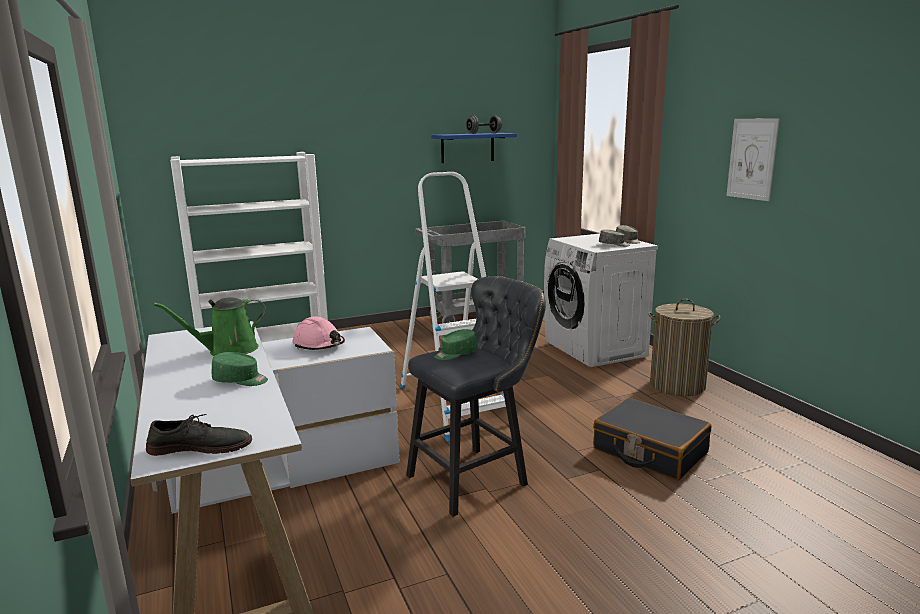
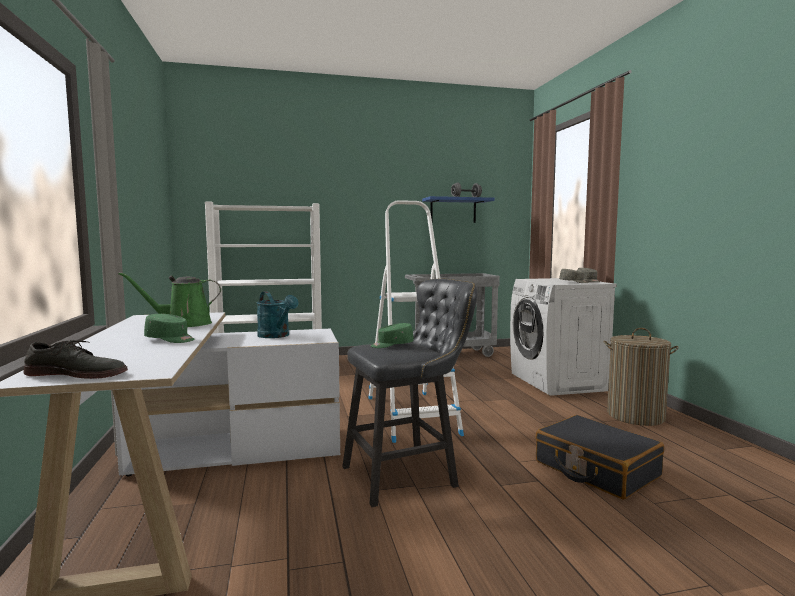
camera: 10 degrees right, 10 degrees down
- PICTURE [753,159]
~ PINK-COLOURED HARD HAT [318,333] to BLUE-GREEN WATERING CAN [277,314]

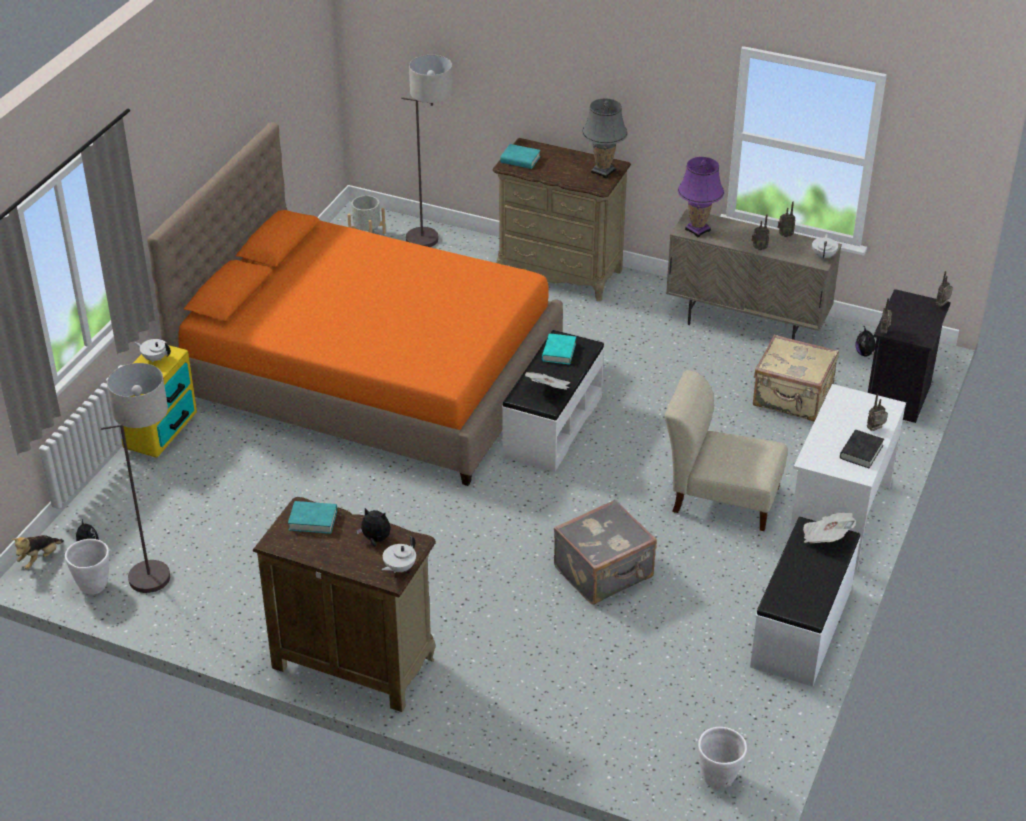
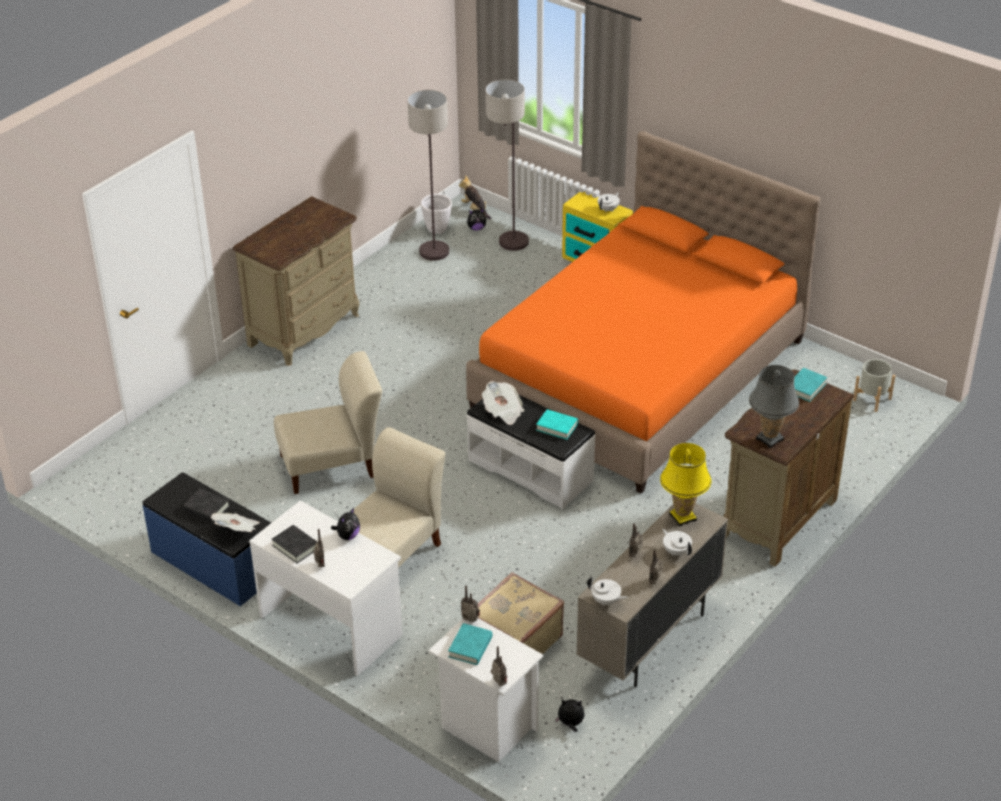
camera: 105 degrees right, 0 degrees up
- WHITE PLANTER [722,758]
+ BLACKISH VOLUME [206,505]
~ BLUE-GREEN VOLUME [312,517] to [470,644]
~ CUDDLY TOY [373,527] to [345,524]
~ WHITE TEA POT [399,555] to [677,542]
~ GREY STANDARD LAMP [427,151] to [507,165]
~ GREY SUITCASE [605,552] to BEIGE UPRIGHT CHAIR [328,422]
~ PURPLE-COLOURED TABLE LAMP [701,197] to YELLOWISH TABLE LAMP [686,485]
~ WHITE INDOOR BENCH [805,602] to BLUISH INDOOR BENCH [206,539]
~ BLACKISH NIGHTSTAND [909,356] to WHITE NIGHTSTAND [486,690]

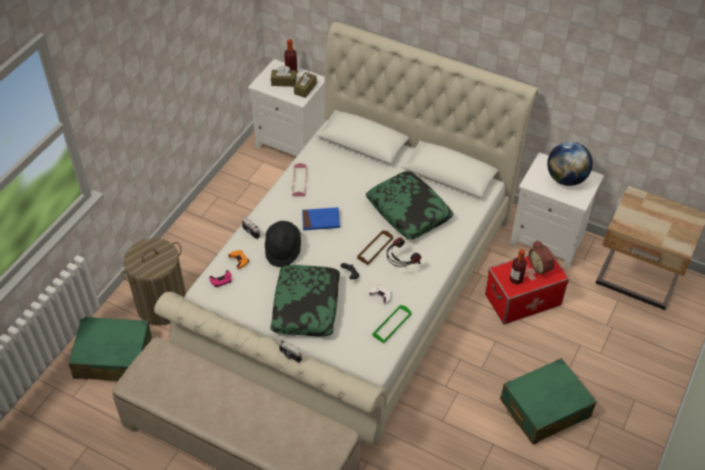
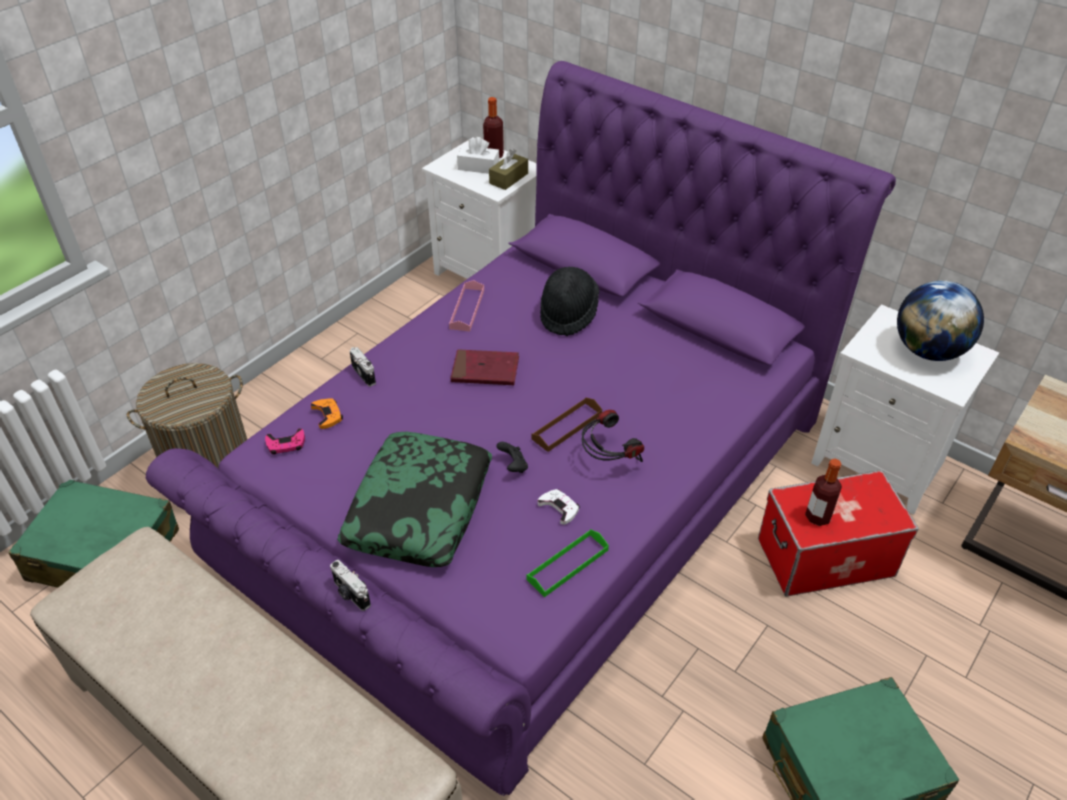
camera: 10 degrees right, 5 degrees down
- THROW PILLOW [409,205]
- TABLE CLOCK [541,258]
~ BLACKISH CLOTHING HAT [283,244] to [569,301]
~ BEIGE BEDROOM BED [346,234] to PURPLE-COLOURED BEDROOM BED [521,428]
~ BROWN TISSUE BOX [284,76] to WHITE TISSUE BOX [478,155]
~ BLUISH VOLUME [321,218] to RED-COLOURED VOLUME [484,367]

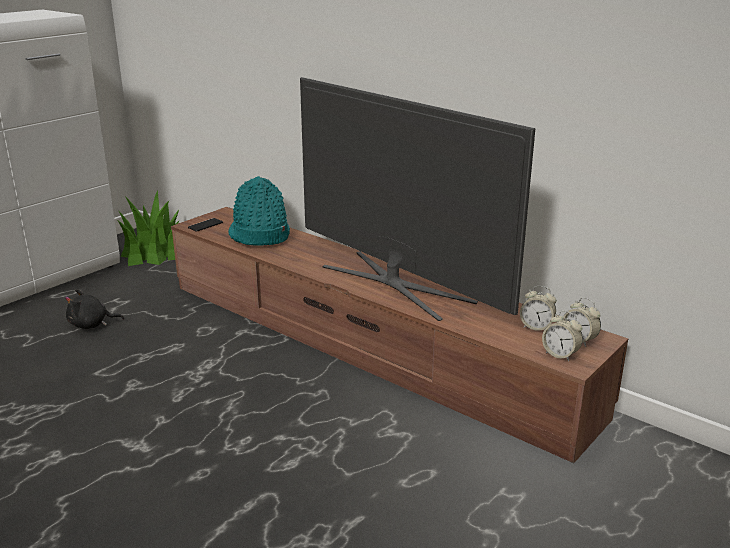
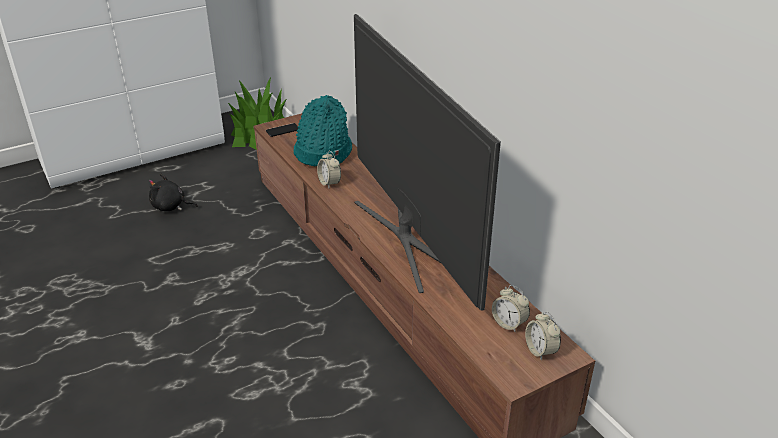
camera: 20 degrees right, 10 degrees up
~ TABLE CLOCK [562,336] to [329,169]

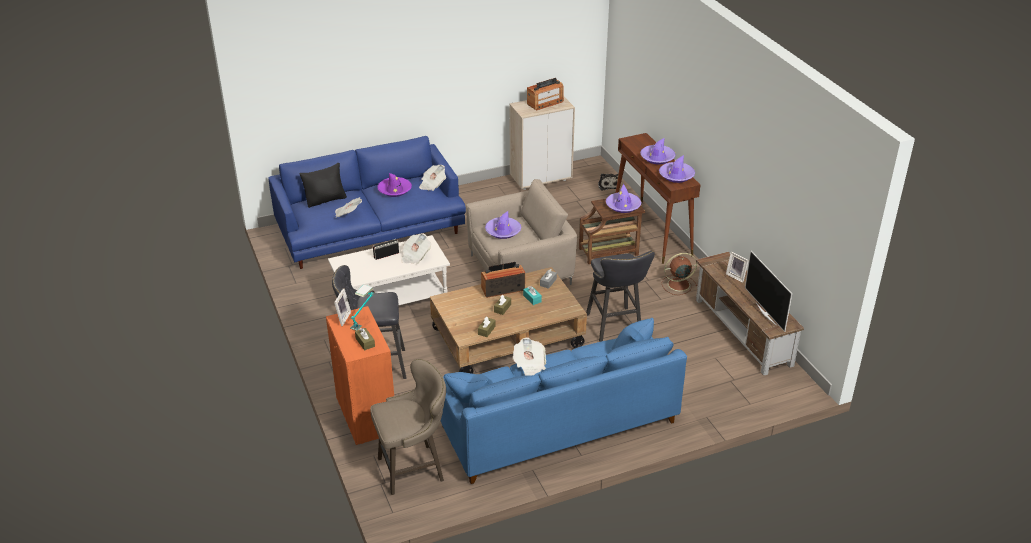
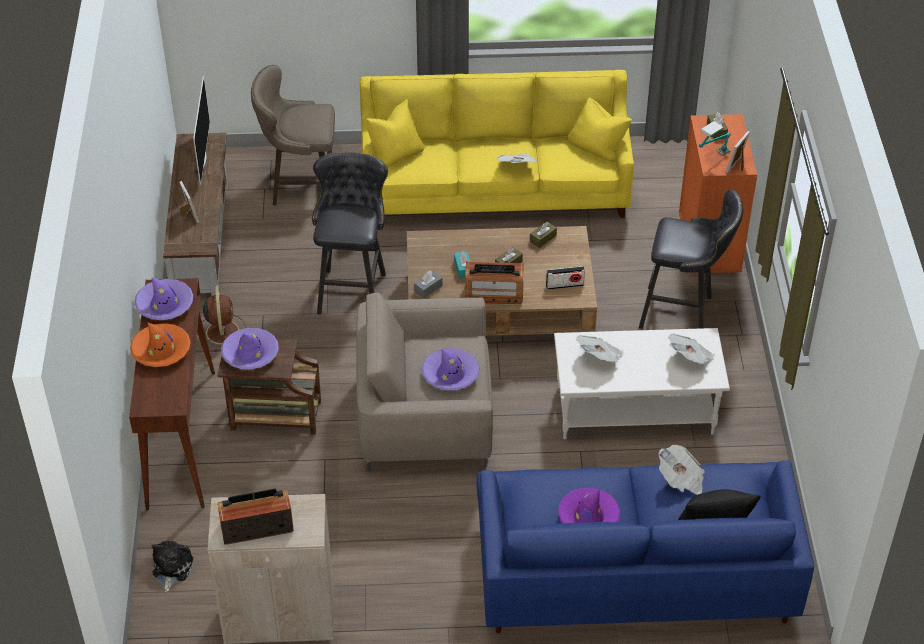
camera: 160 degrees left, 10 degrees up
~ BEIGE STOOL [408,427] to [293,135]
~ RADIO [386,249] to [565,278]
~ NEWSPAPER [432,178] to [691,349]
~ BLUISH SETTEE [564,401] to YELLOWISH SETTEE [497,144]
~ PURPLE-COLOURED CLOTHING HAT [658,151] to ORANGE CLOTHING HAT [160,345]
~ BROWN ELECTRIC FAN [680,274] = [224,319] 105 degrees counterclockwise

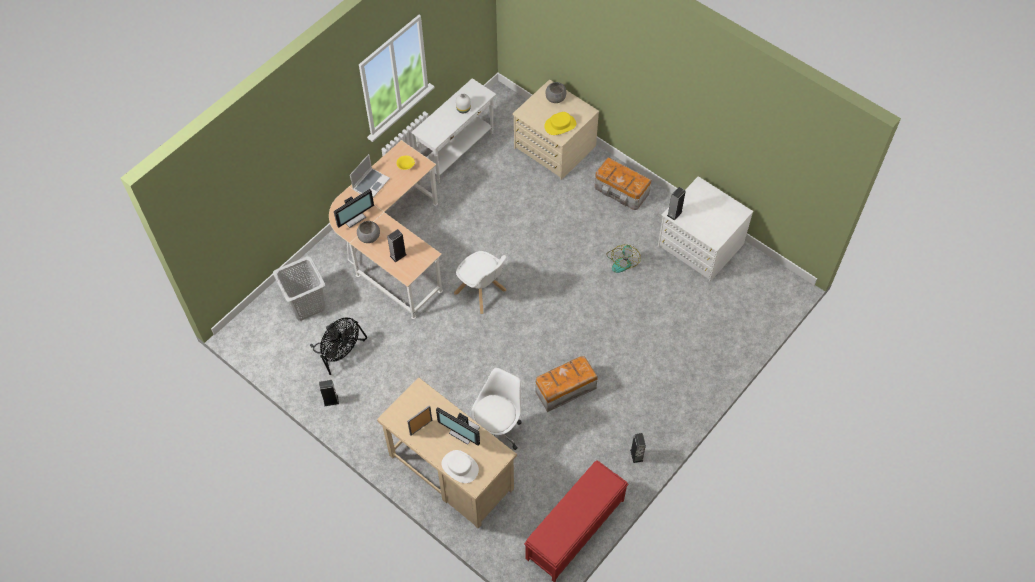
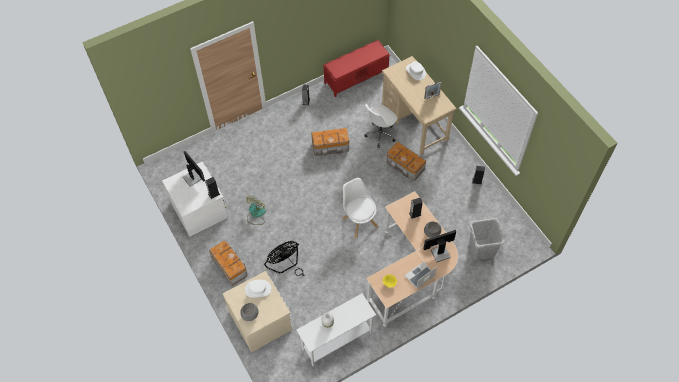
camera: 160 degrees left, 0 degrees up
+ STORAGE BOX [406,161]
~ BLACKISH ELECTRIC FAN [338,346] to [284,259]
~ MONITOR [458,426] to [194,169]
~ YELLOWISH CLOTHING HAT [560,123] to WHITE CLOTHING HAT [258,289]

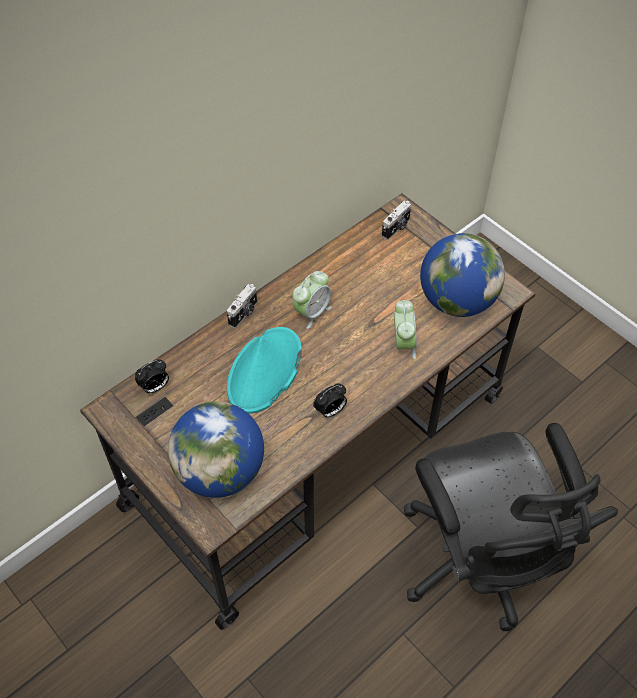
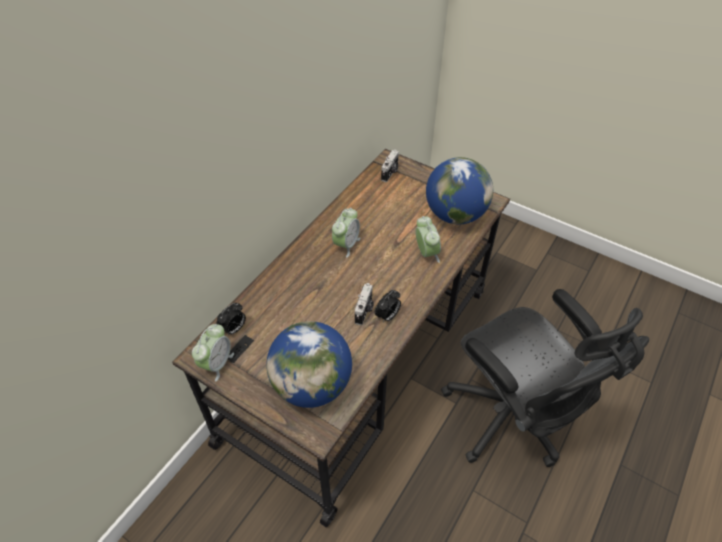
camera: 15 degrees left, 5 degrees down
- BLUE-GREEN CLOTHING HAT [264,370]
+ TABLE CLOCK [213,353]
~ PHOTO CAMERA [242,306] to [364,304]

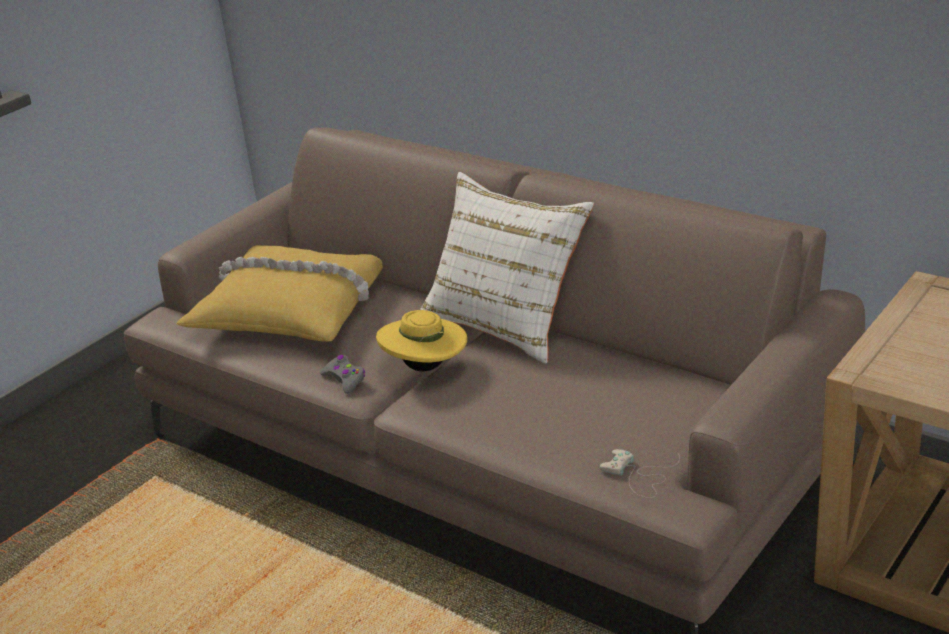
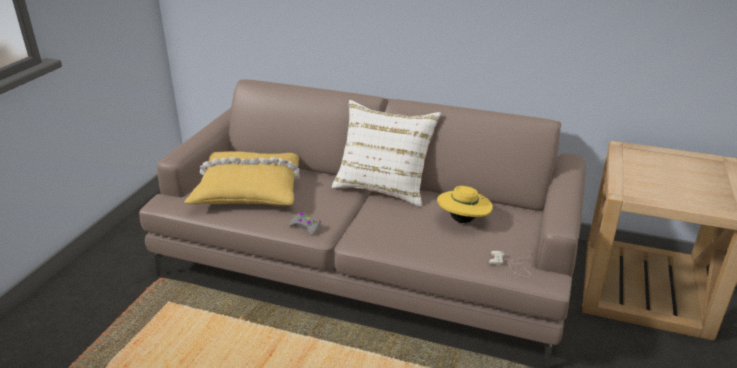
camera: 20 degrees left, 0 degrees up
~ YELLOWISH CLOTHING HAT [422,341] to [465,204]

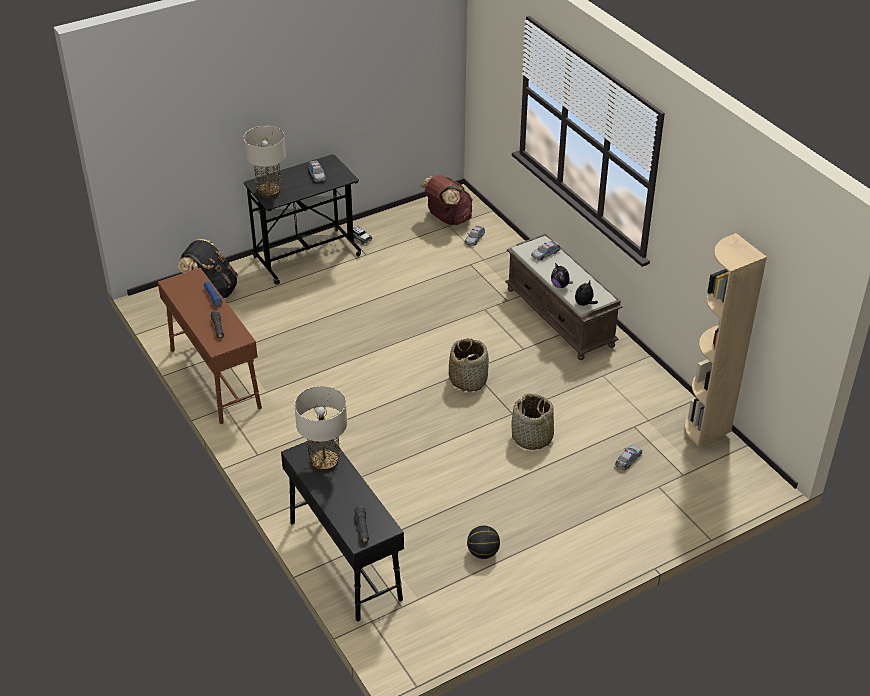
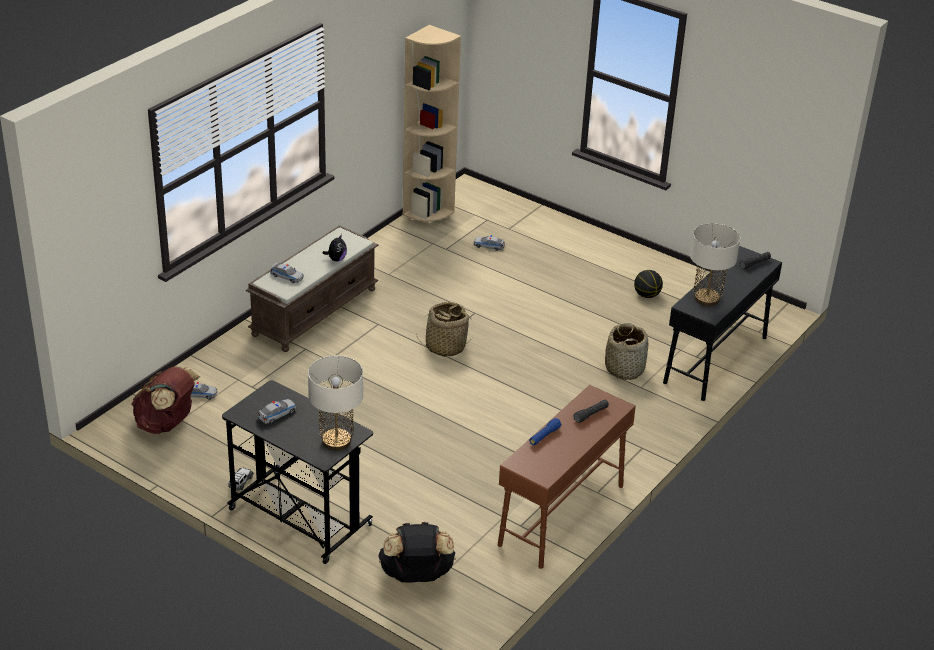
camera: 115 degrees left, 5 degrees down
- CUDDLY TOY [586,293]
~ STORAGE BASKET [533,421] to [626,351]

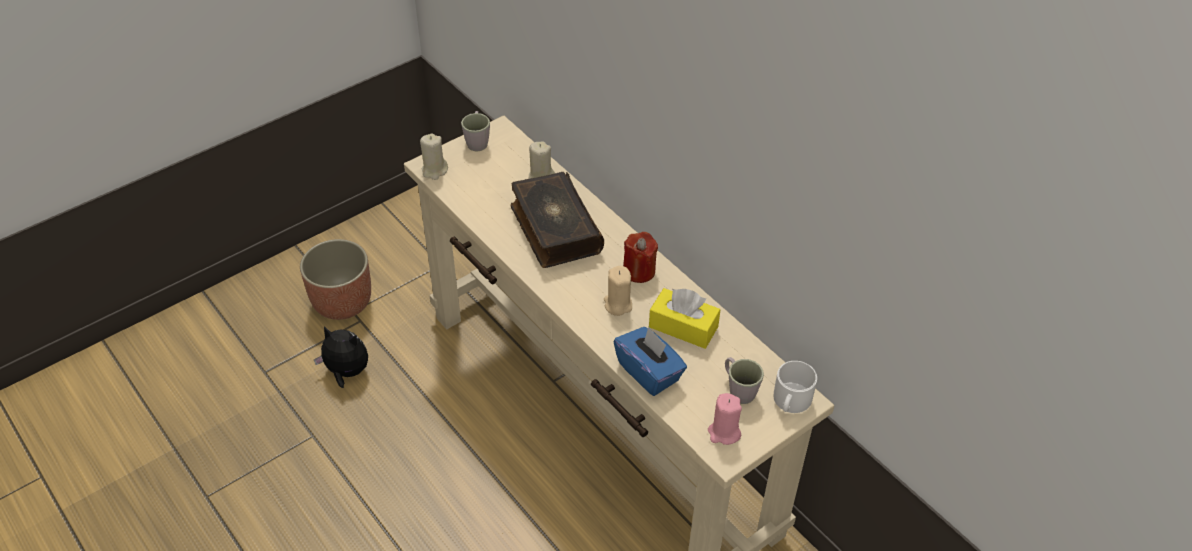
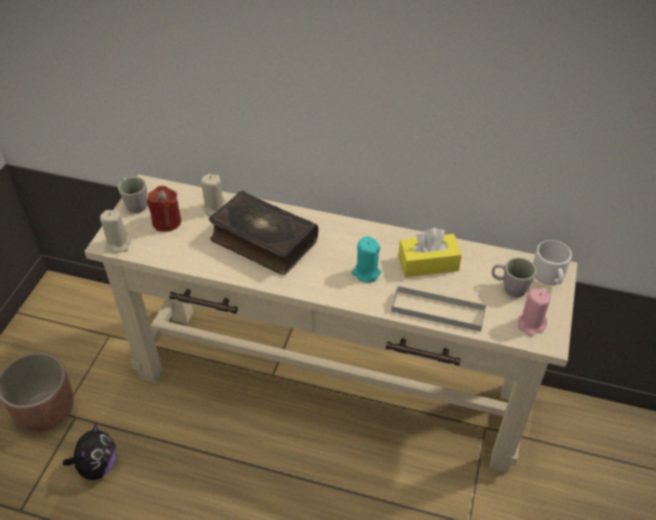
camera: 35 degrees left, 0 degrees up
~ RED-COLOURED WAX CANDLE [640,257] to [164,209]
~ BLUISH TISSUE BOX [650,361] to GREY CARRYING TRAY [439,308]
~ BEIGE WAX CANDLE [618,291] to BLUE-GREEN WAX CANDLE [366,259]
~ CUDDLY TOY [341,357] = [89,451] 120 degrees clockwise

